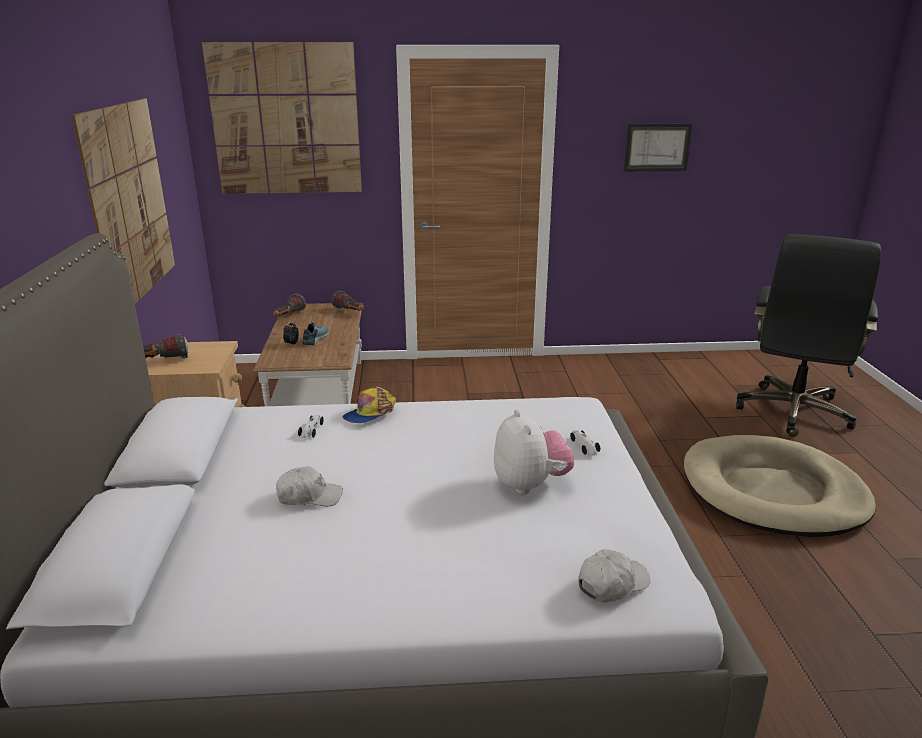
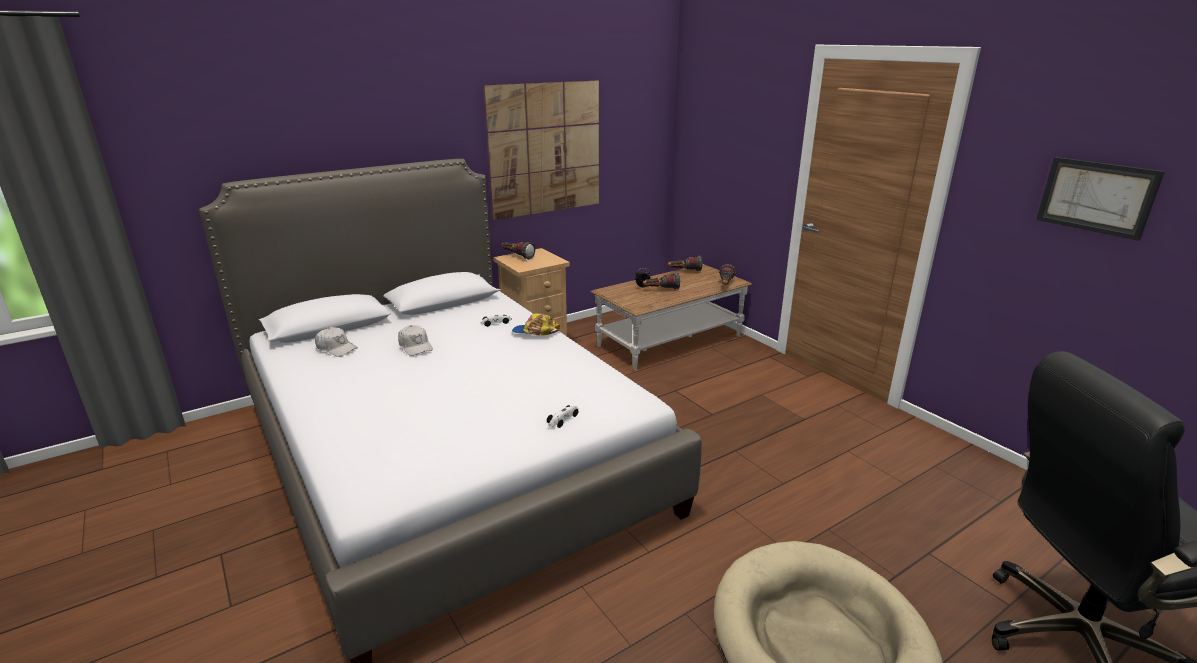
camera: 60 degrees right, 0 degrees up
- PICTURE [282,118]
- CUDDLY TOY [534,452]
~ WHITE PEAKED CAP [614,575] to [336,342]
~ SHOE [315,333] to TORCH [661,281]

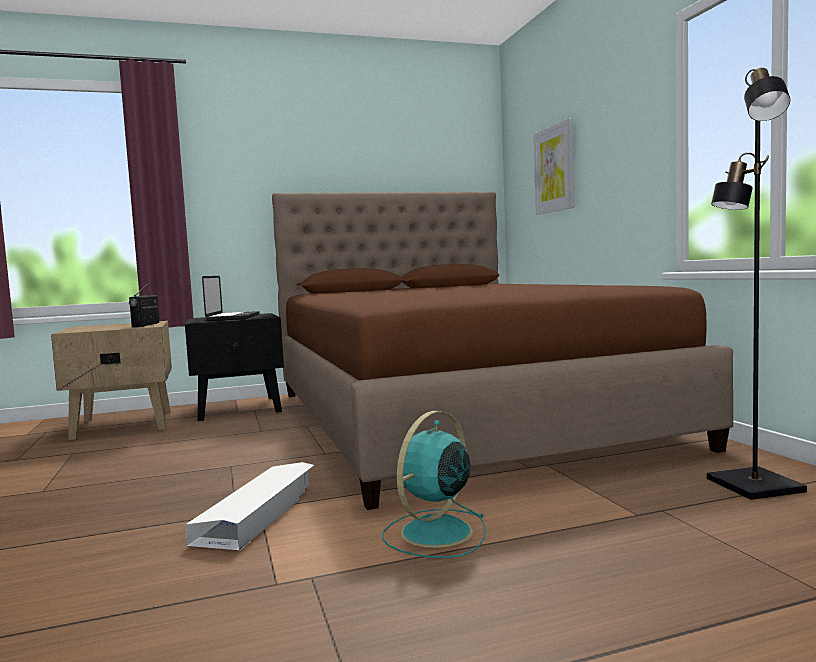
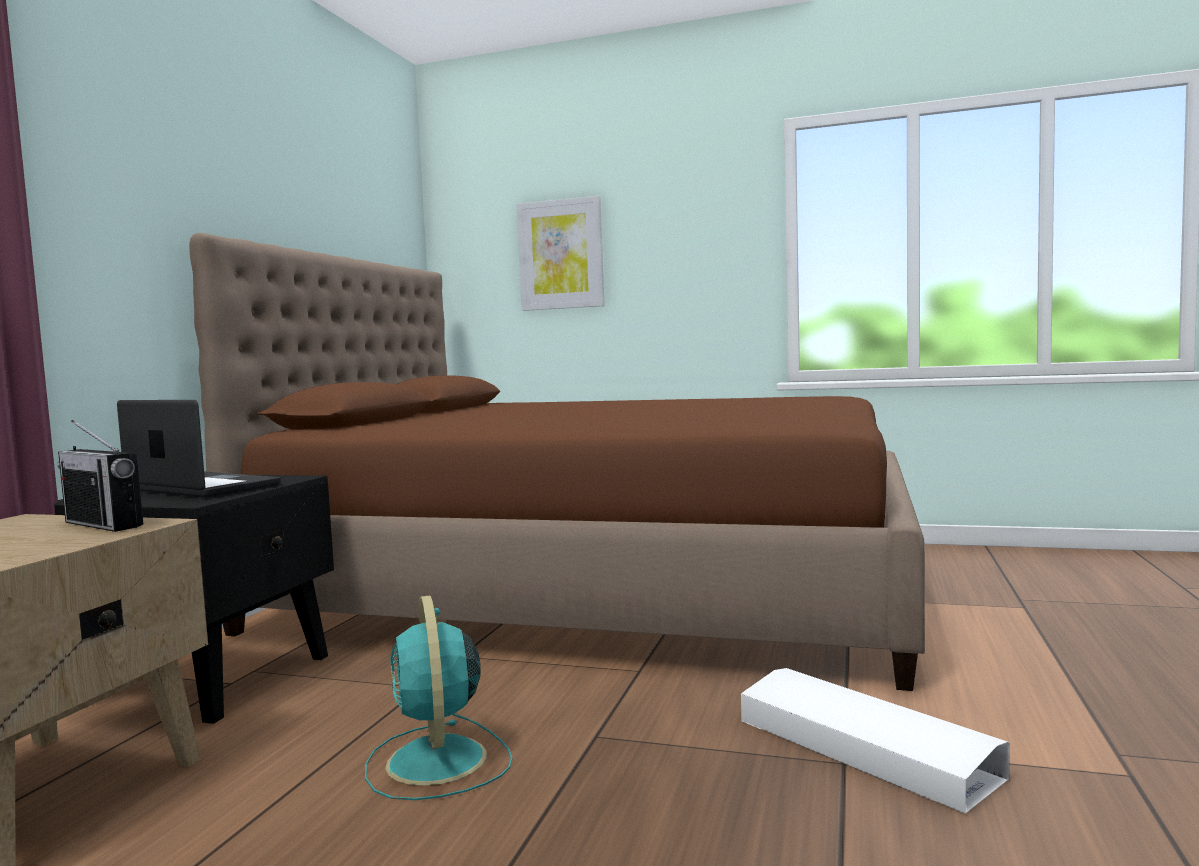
camera: 55 degrees left, 0 degrees up
- BLACKISH STANDARD LAMP [757,284]
~ BLUE-GREEN ELECTRIC FAN [434,484] to [438,698]

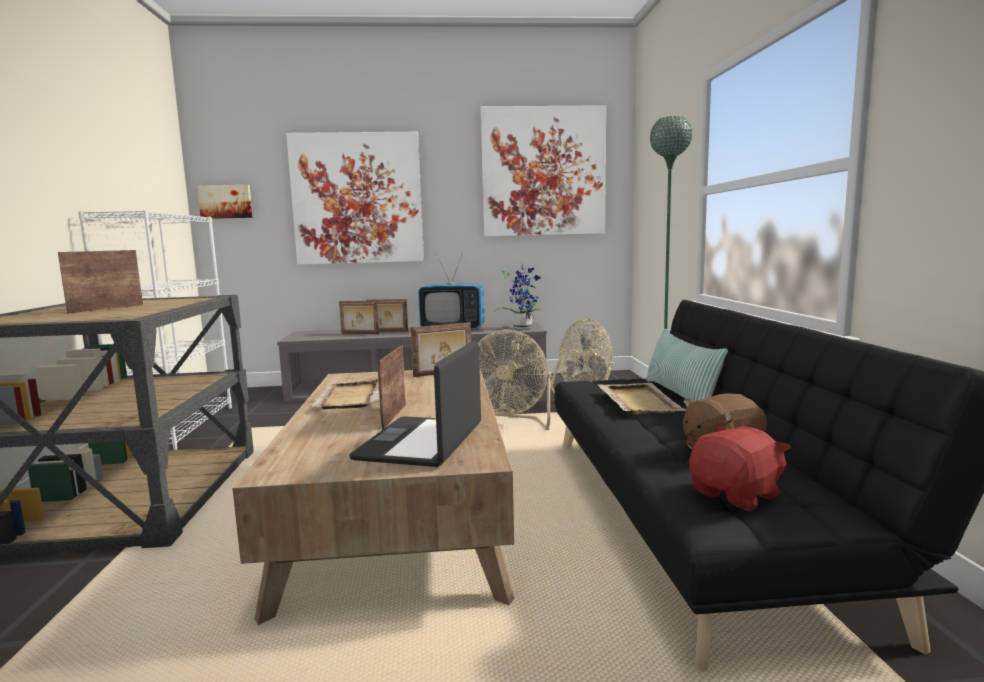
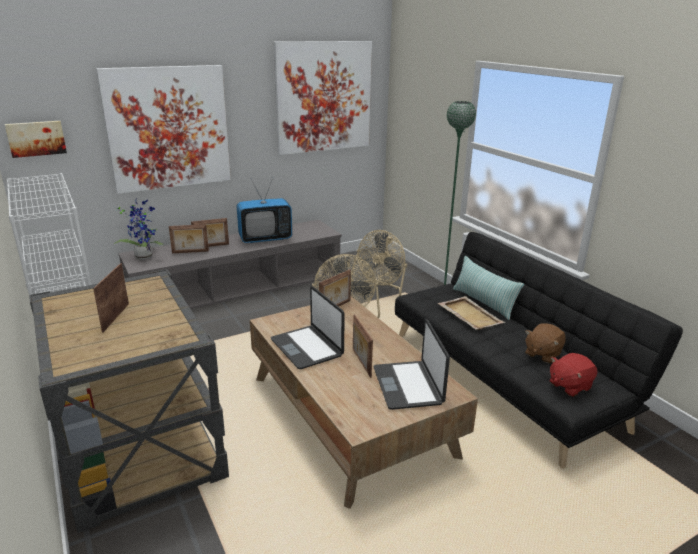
camera: 25 degrees left, 15 degrees up
~ PLANT IN A POT [519,296] to [138,230]
~ BEIGE CARRYING TRAY [346,393] to NOTEBOOK COMPUTER [308,327]
~ RED-COLOURED CUDDLY TOY [740,468] = [574,375] 150 degrees counterclockwise

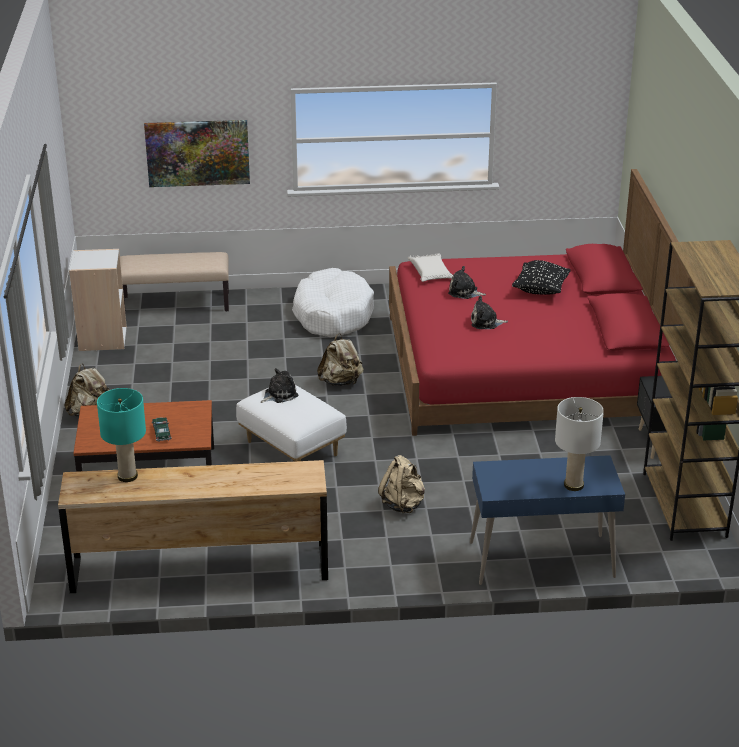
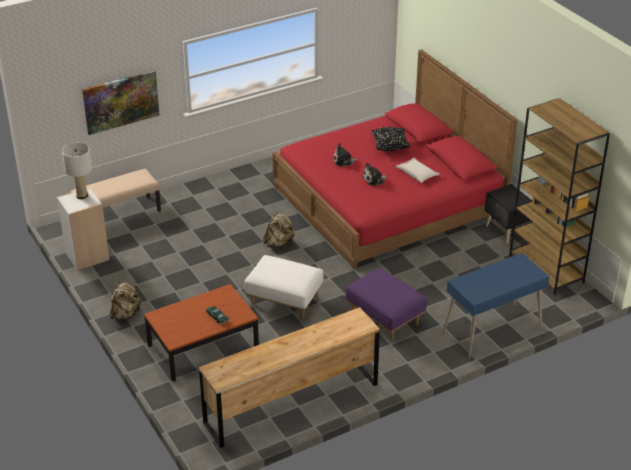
camera: 25 degrees left, 5 degrees up
- BLUE-GREEN TABLE LAMP [121,435]
- CUDDLY TOY [280,385]
- WHITE PET BED [333,302]
~ WHITE THROW PILLOW [430,267] to [417,170]
~ WHITE TABLE LAMP [579,444] to [77,171]
~ BEIGE BACKPACK [401,484] to PURPLE-COLOURED POUFFE [386,304]

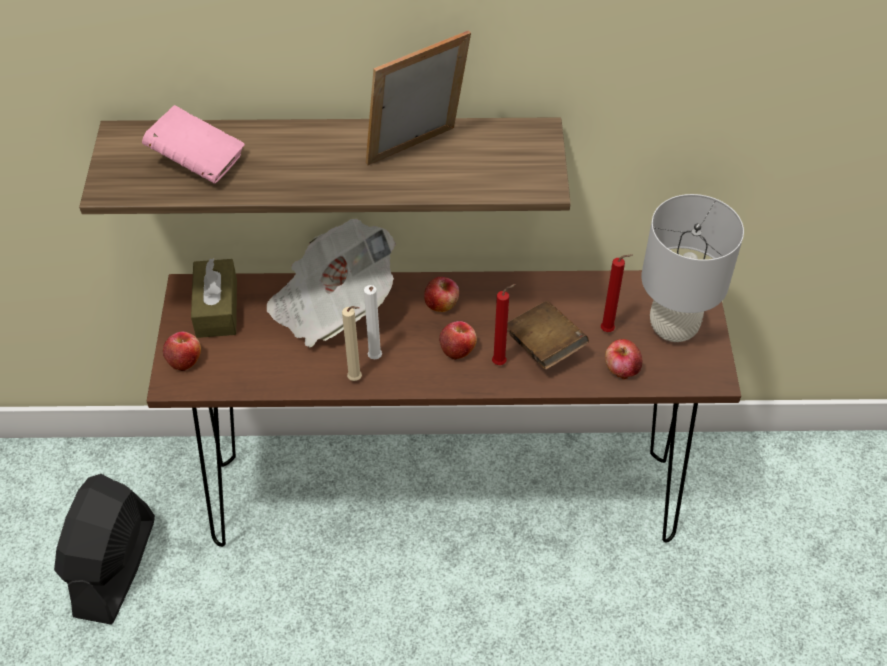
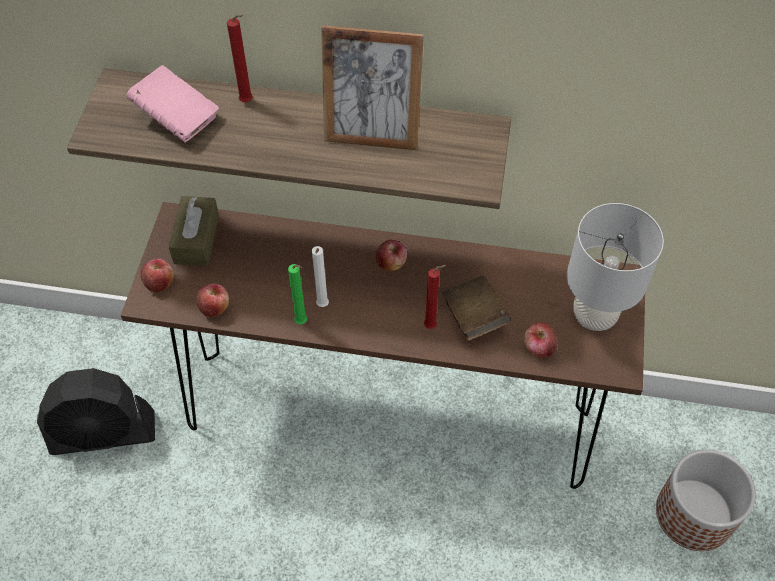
camera: 10 degrees right, 5 degrees up
- NEWSPAPER [331,283]
+ PLANTER [706,500]
~ WHOLE APPLE [458,340] to [212,300]
~ RED-COLOURED WAX CANDLE [617,293] to [240,58]
~ BEIGE WAX CANDLE [352,343] to GREEN-COLOURED WAX CANDLE [297,294]
~ BLACKISH ELECTRIC FAN [104,549] = [96,411] 120 degrees counterclockwise
~ PICTURE FRAME [418,97] = [372,87] 150 degrees counterclockwise

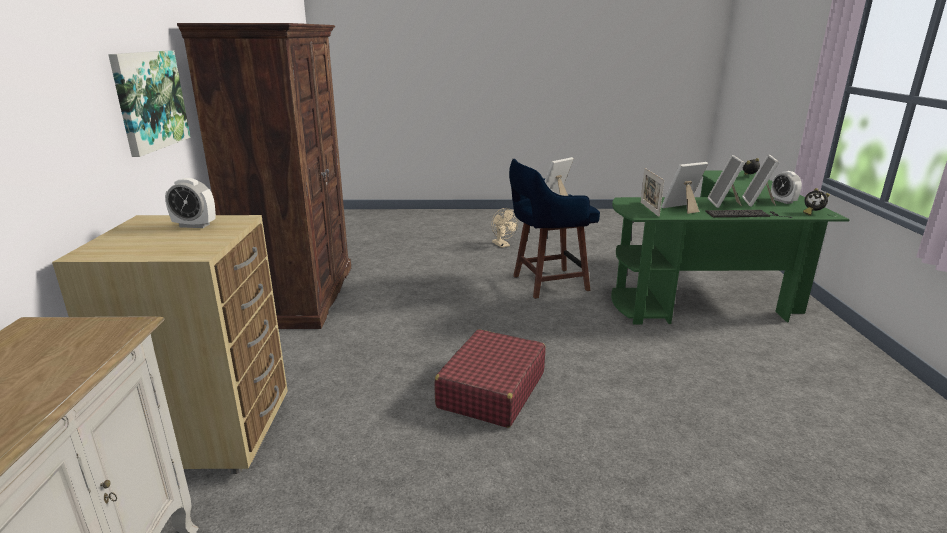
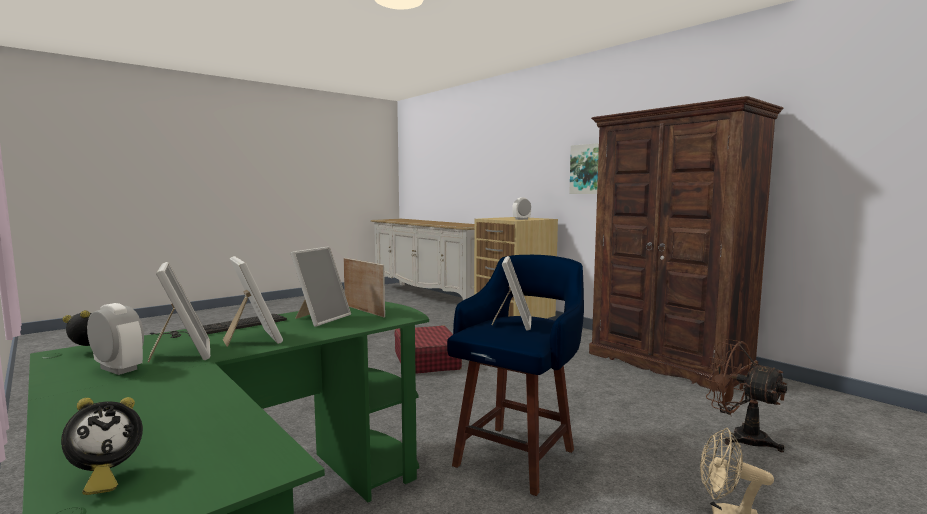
camera: 140 degrees right, 15 degrees down
+ BROWN ELECTRIC FAN [746,395]

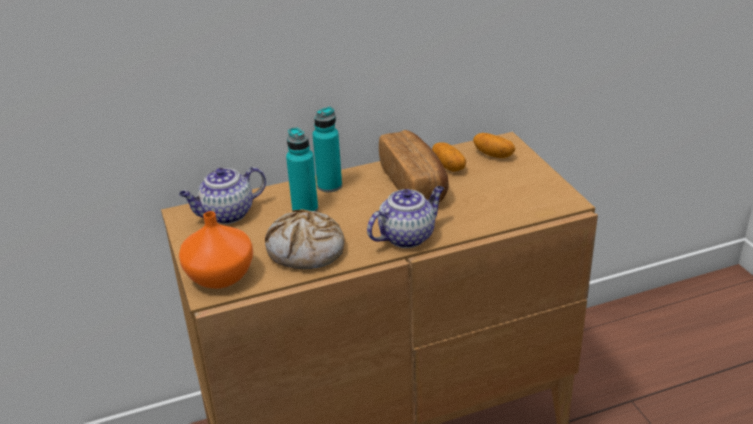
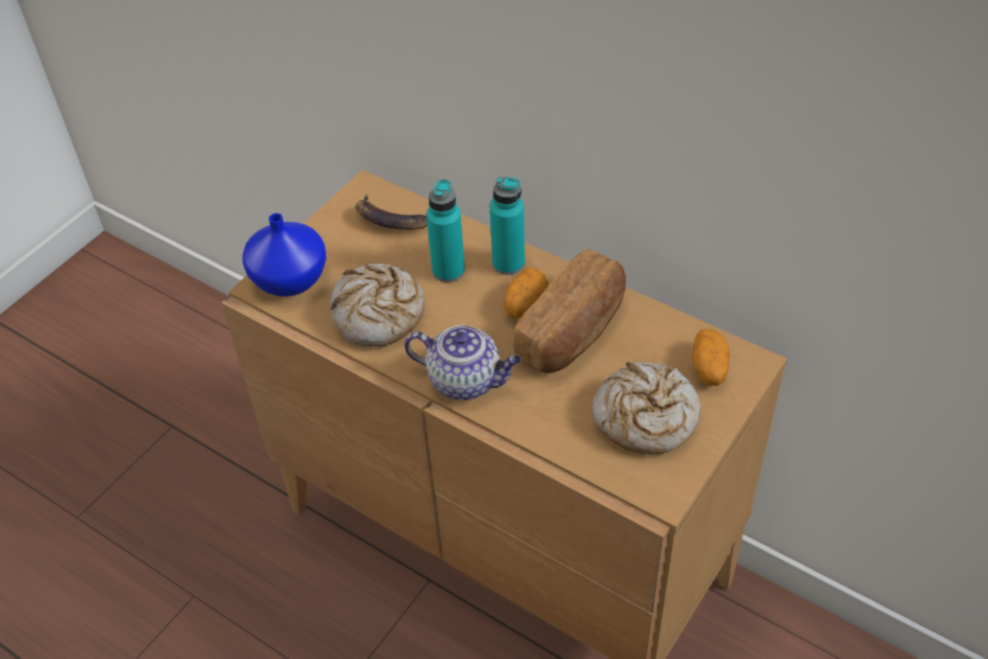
camera: 55 degrees right, 15 degrees up
+ BAKERY BREAD [646,408]
~ POTATO [449,157] to [526,293]
~ TEA POT [222,195] to BANANA FRUIT [391,212]
~ ORANGE VASE [216,250] to BLUISH VASE [284,255]

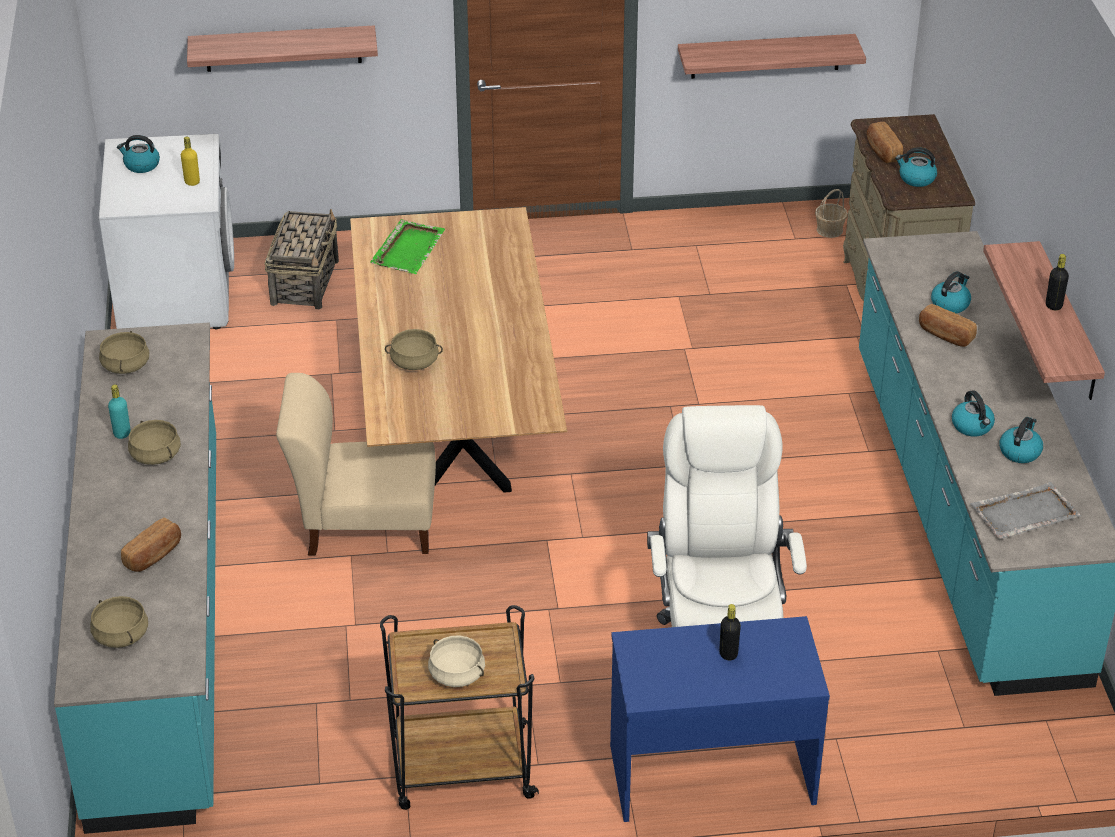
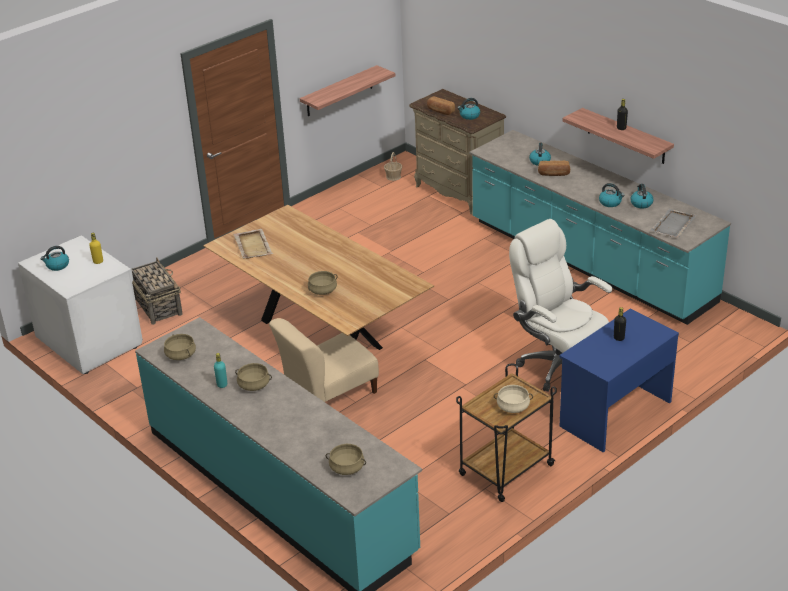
camera: 35 degrees left, 5 degrees down
- BAKERY BREAD [151,545]
- SHELF [282,48]
~ GREEN-COLOURED CARRYING TRAY [407,246] to BEIGE CARRYING TRAY [253,244]

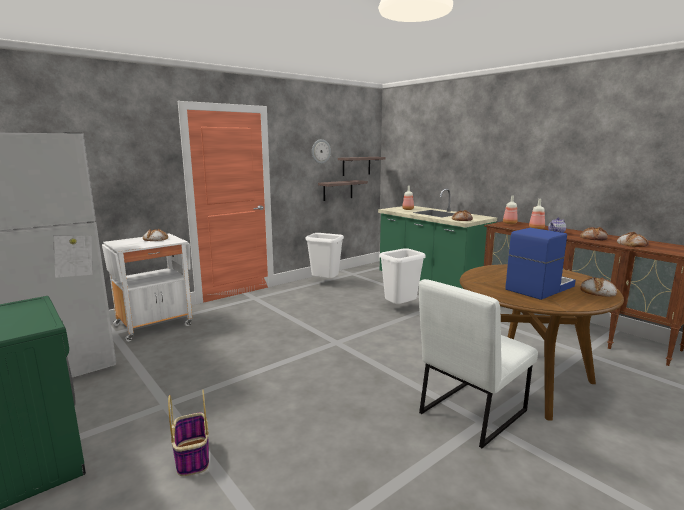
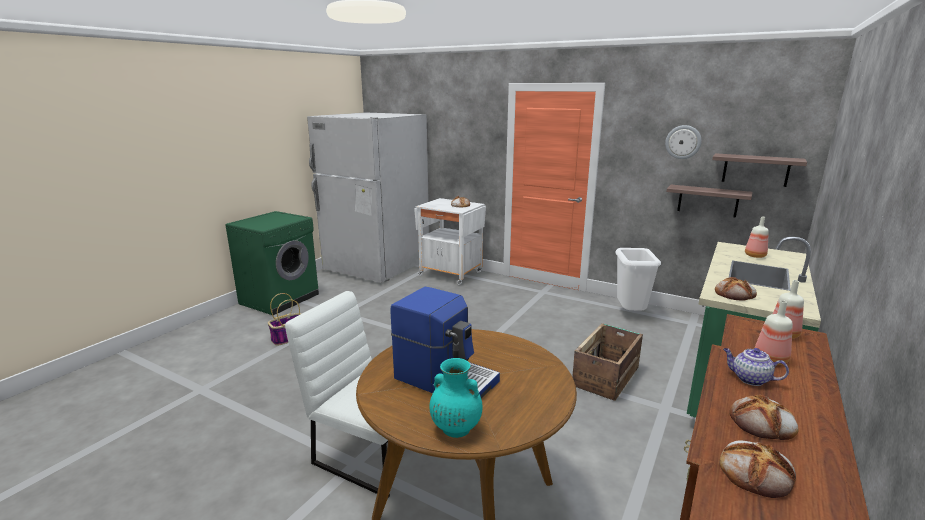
camera: 70 degrees right, 5 degrees up
~ WHITE WASTE BIN [402,276] to SHIPPING CRATE [607,362]
~ BAKERY BREAD [598,287] to BLUE-GREEN VASE [456,398]

